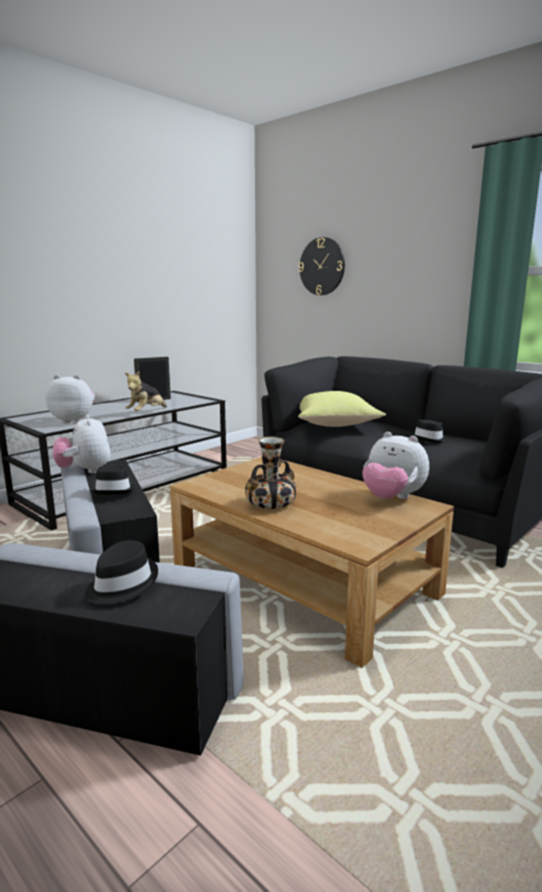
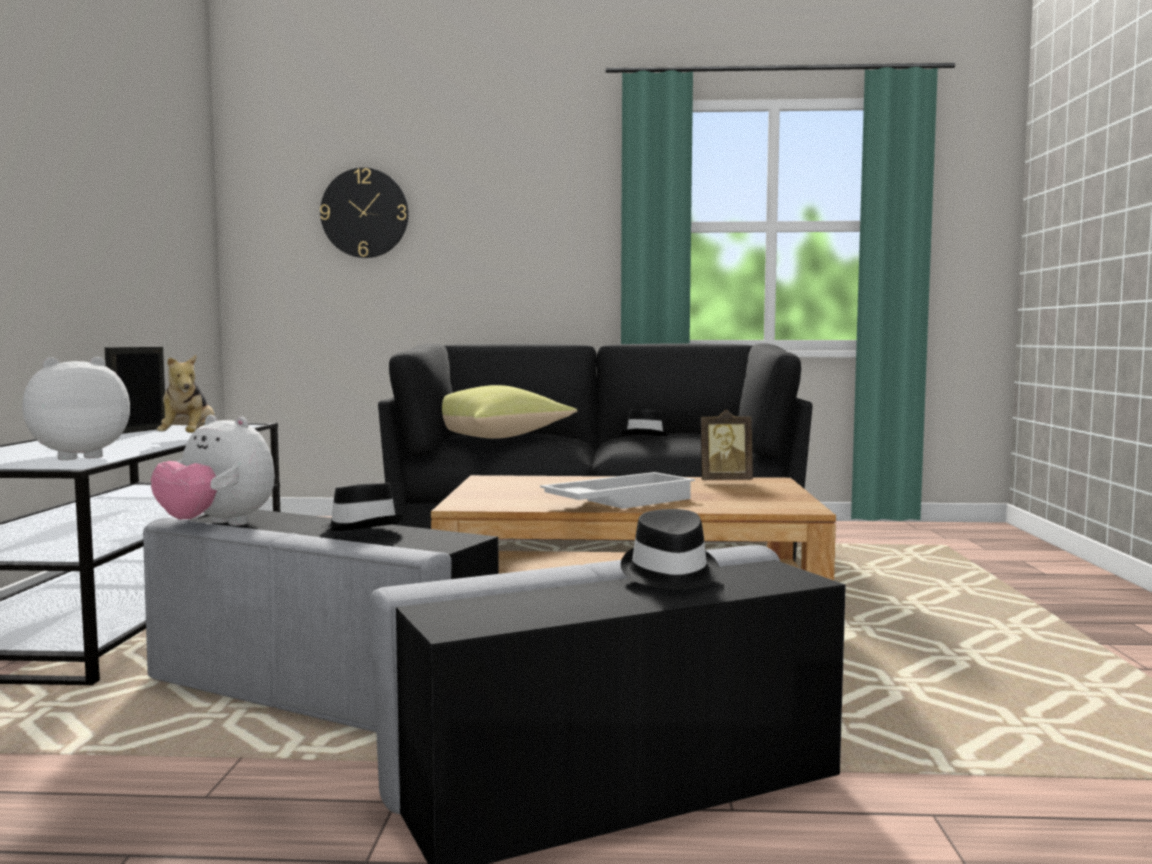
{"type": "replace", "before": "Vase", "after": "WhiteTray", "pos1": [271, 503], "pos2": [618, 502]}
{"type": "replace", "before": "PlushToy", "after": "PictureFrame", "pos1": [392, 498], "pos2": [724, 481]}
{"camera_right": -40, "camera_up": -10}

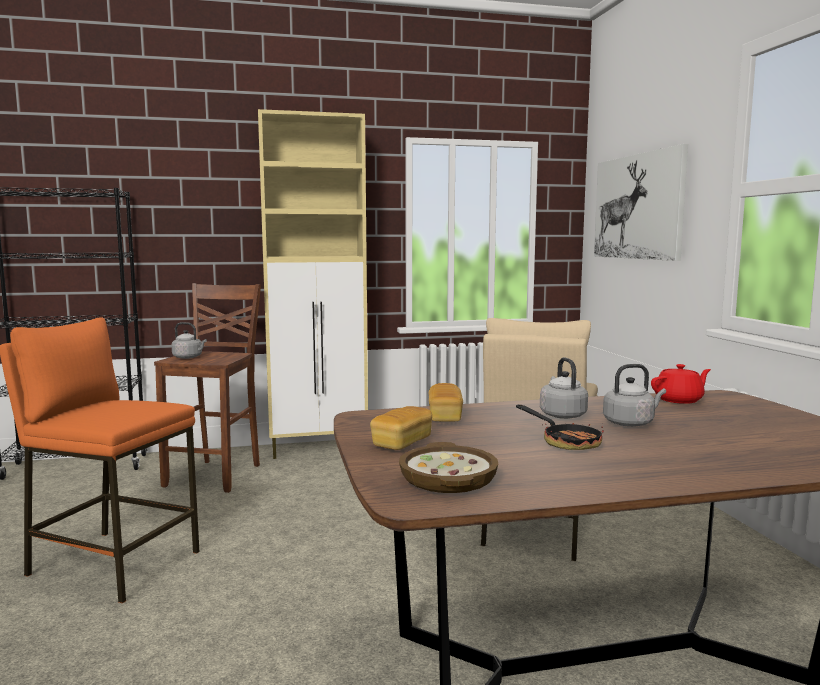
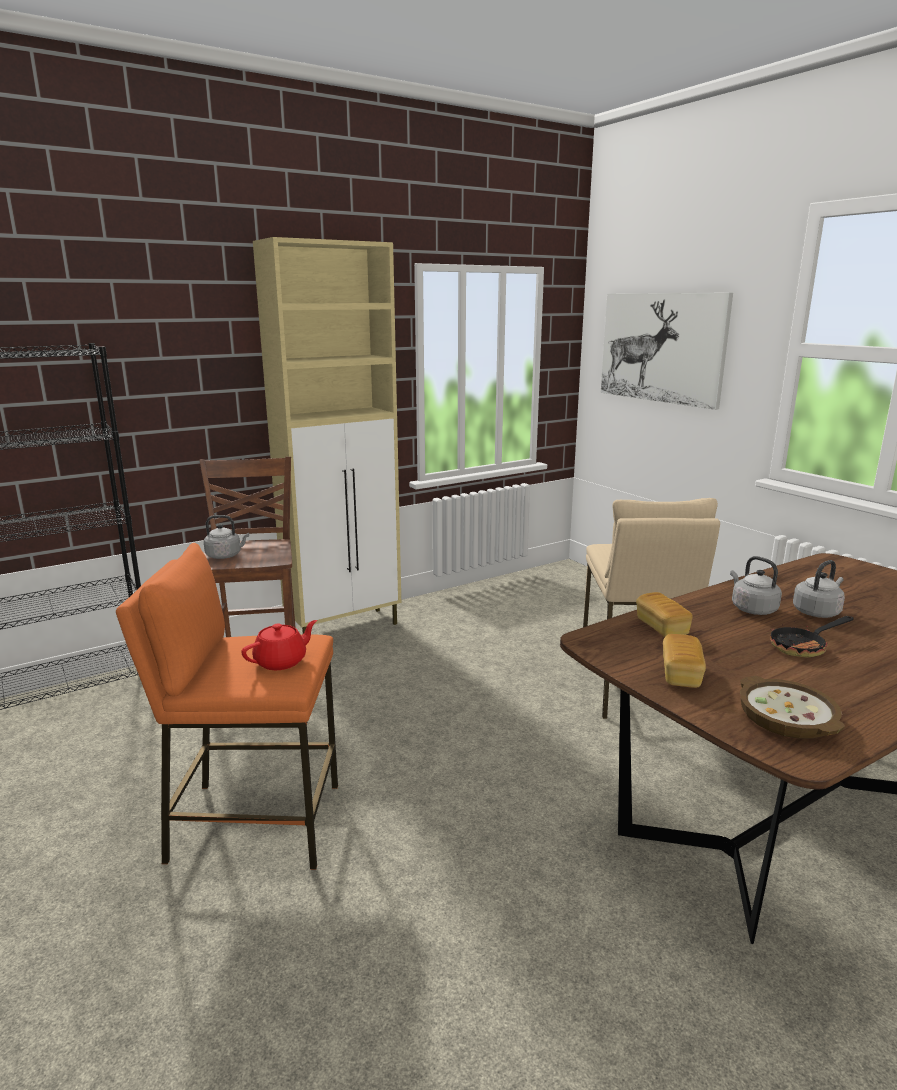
{"type": "move", "before": "RedTeapot", "pos1": [679, 400], "pos2": [281, 661]}
{"type": "rotate", "before": "FryingPan", "pos1": [565, 441], "pos2": [803, 647], "turn": 120}
{"camera_right": -20, "camera_up": 10}

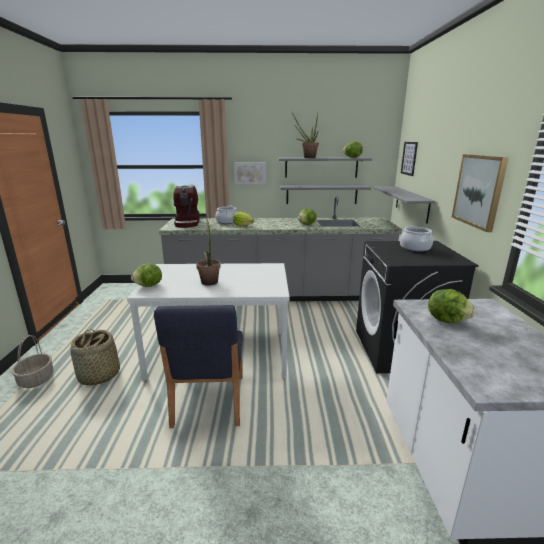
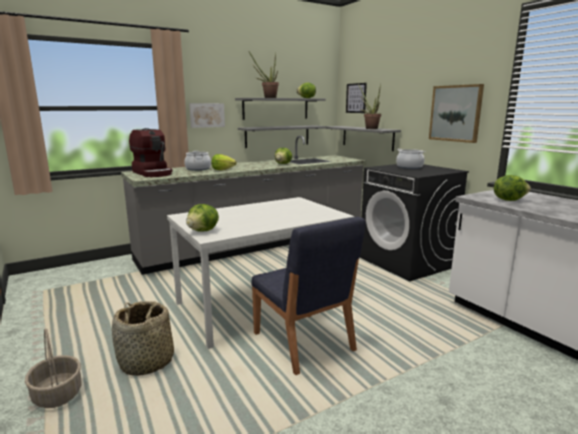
{"type": "move", "before": "PottedPlant", "pos1": [209, 280], "pos2": [369, 128]}
{"camera_right": -30, "camera_up": -5}

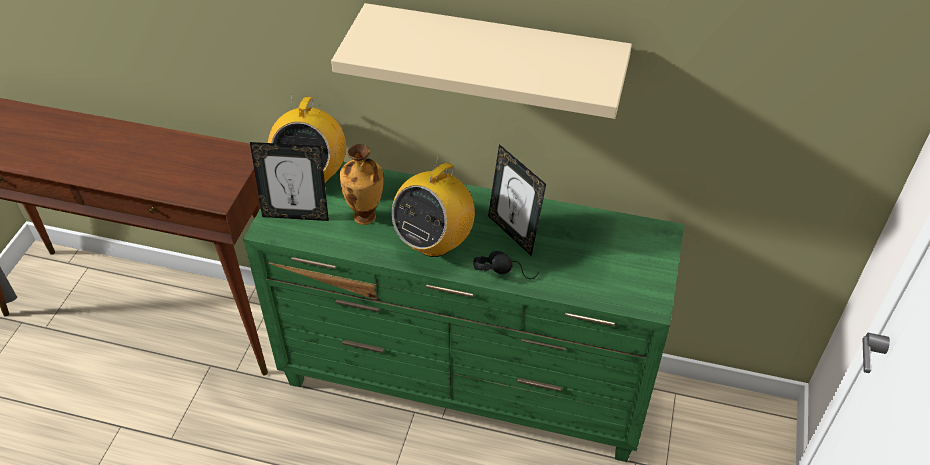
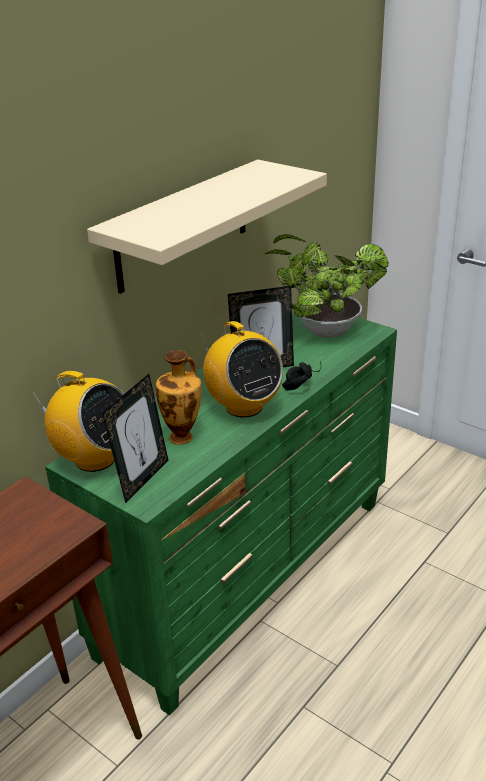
{"type": "insert", "after": "PottedPlant", "pos2": [322, 330]}
{"camera_right": -65, "camera_up": -15}

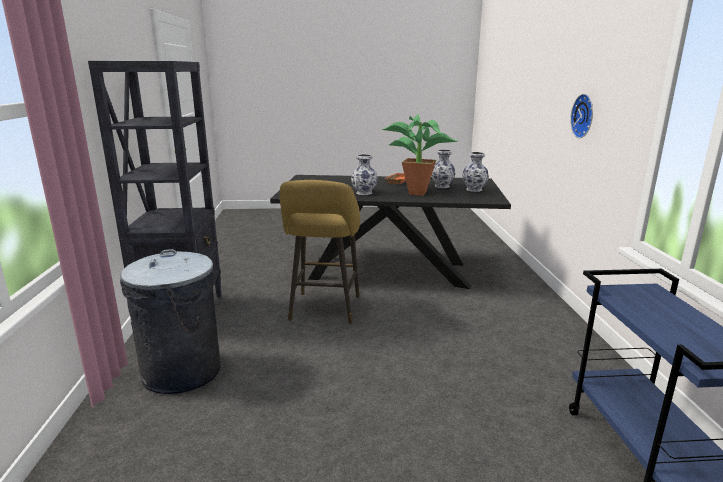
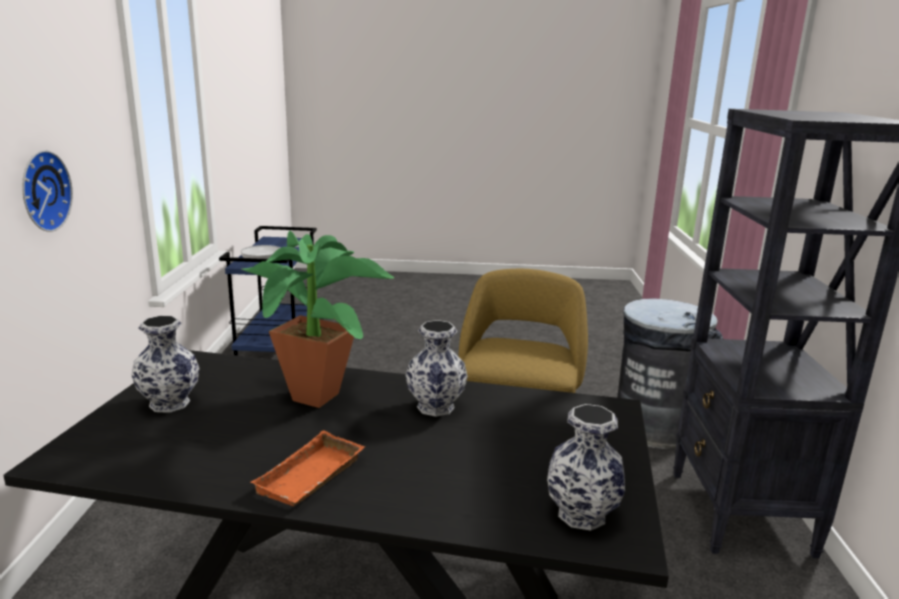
{"type": "insert", "after": "FryingPan", "pos2": [265, 255]}
{"type": "move", "before": "Vase", "pos1": [442, 186], "pos2": [581, 513]}
{"camera_right": -175, "camera_up": 0}

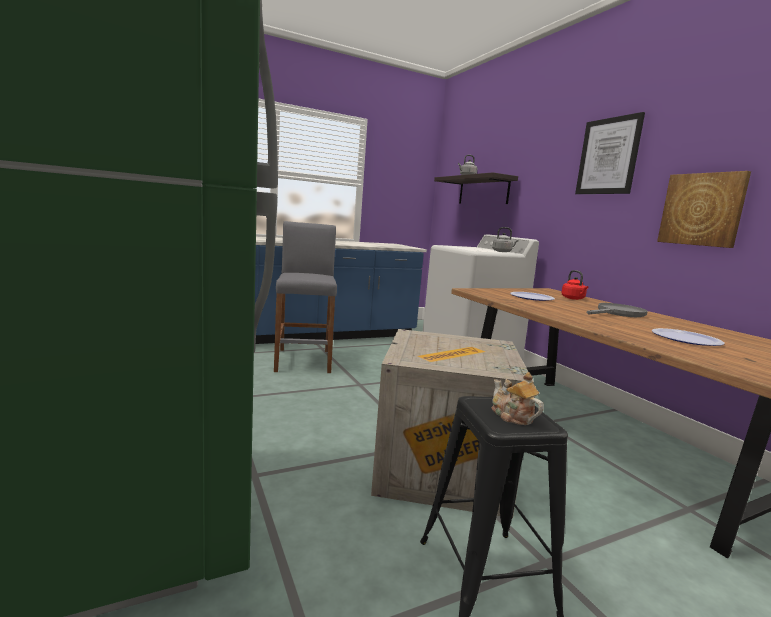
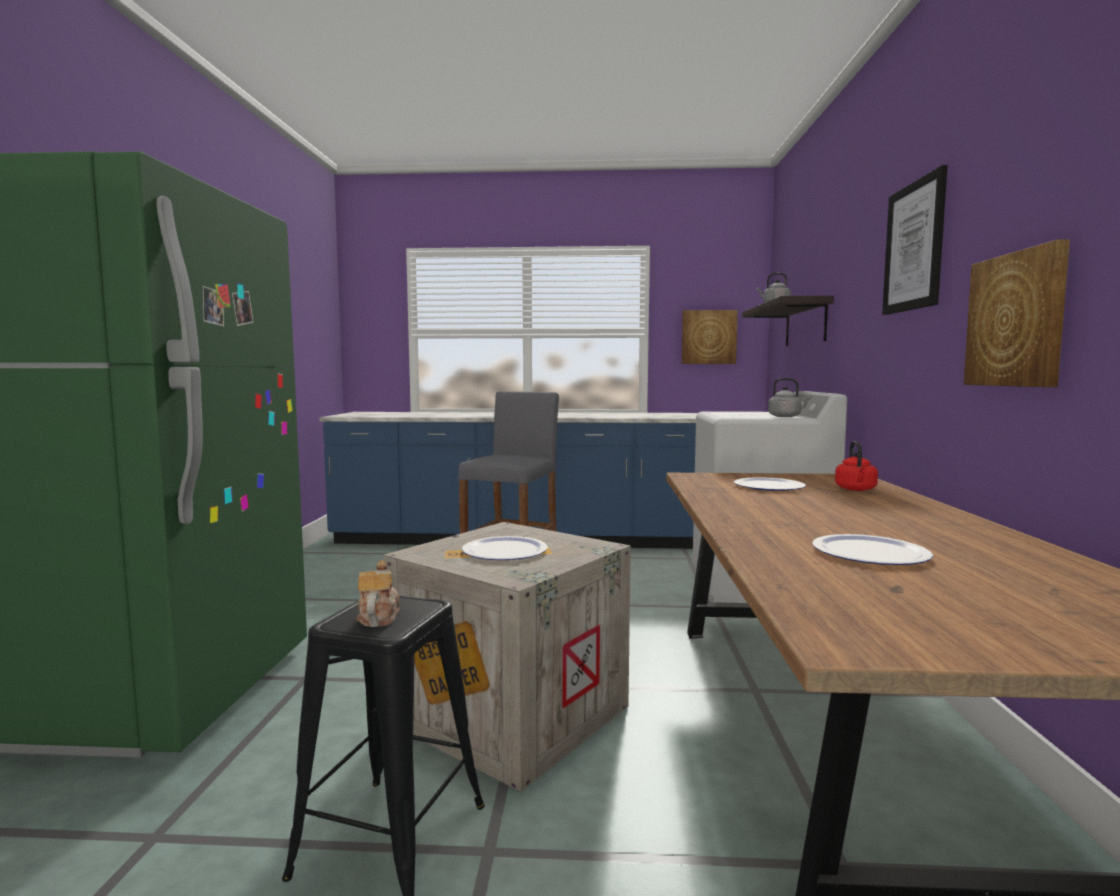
{"type": "insert", "after": "Plate", "pos2": [504, 551]}
{"type": "insert", "after": "Picture", "pos2": [708, 337]}
{"type": "delete", "before": "GreyFryingPan", "pos1": [617, 313]}
{"camera_right": 30, "camera_up": -5}

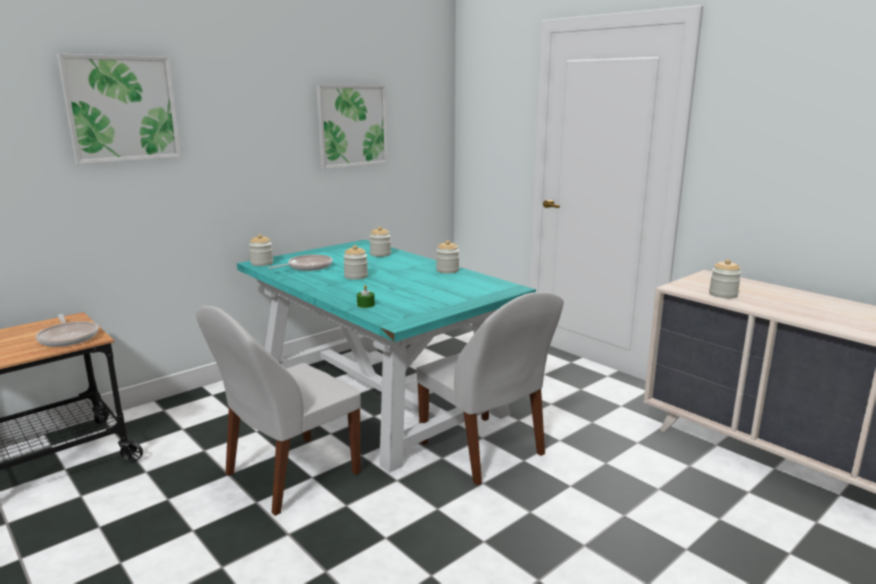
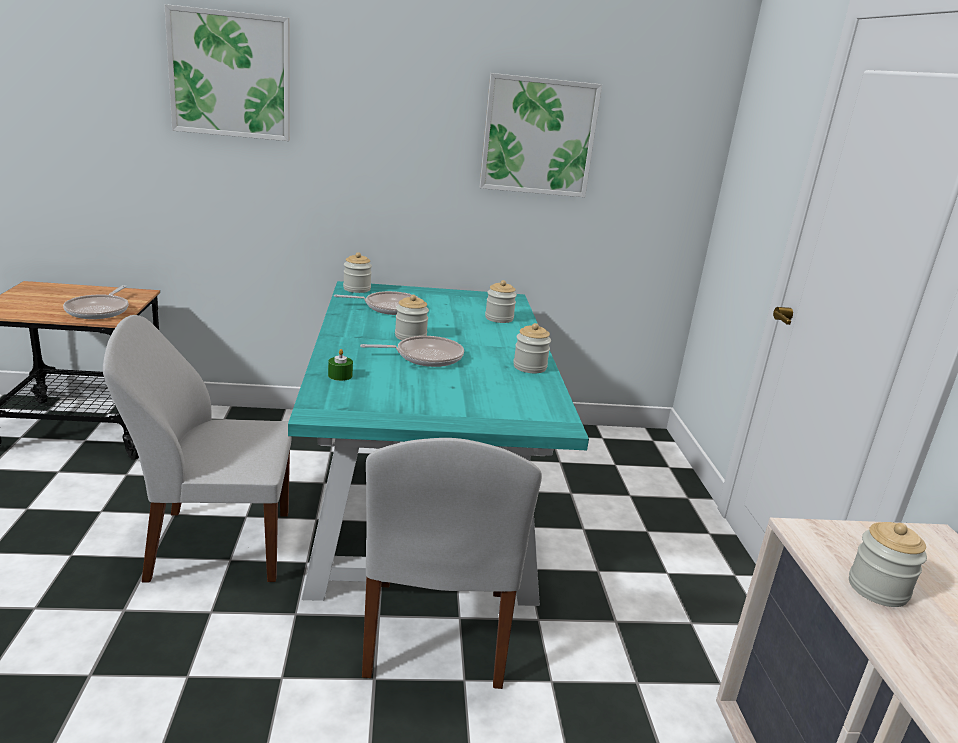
{"type": "insert", "after": "FryingPan", "pos2": [425, 356]}
{"camera_right": 35, "camera_up": 5}

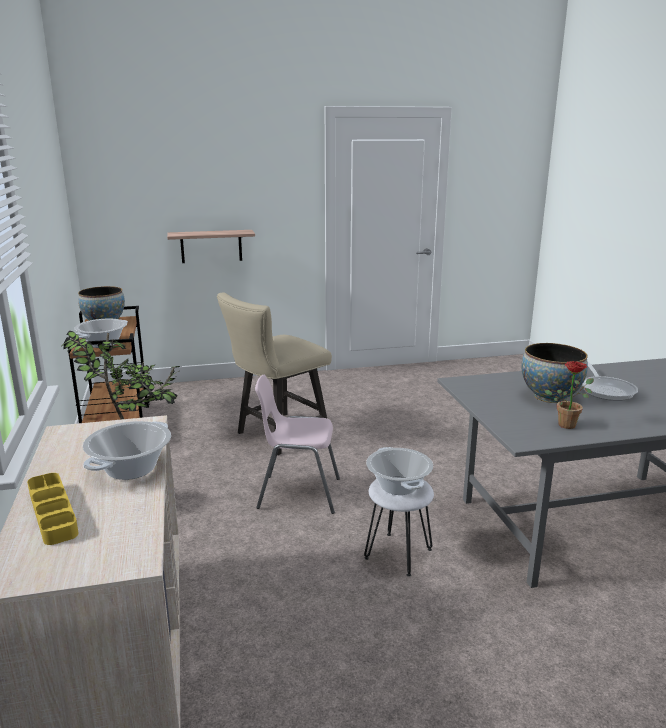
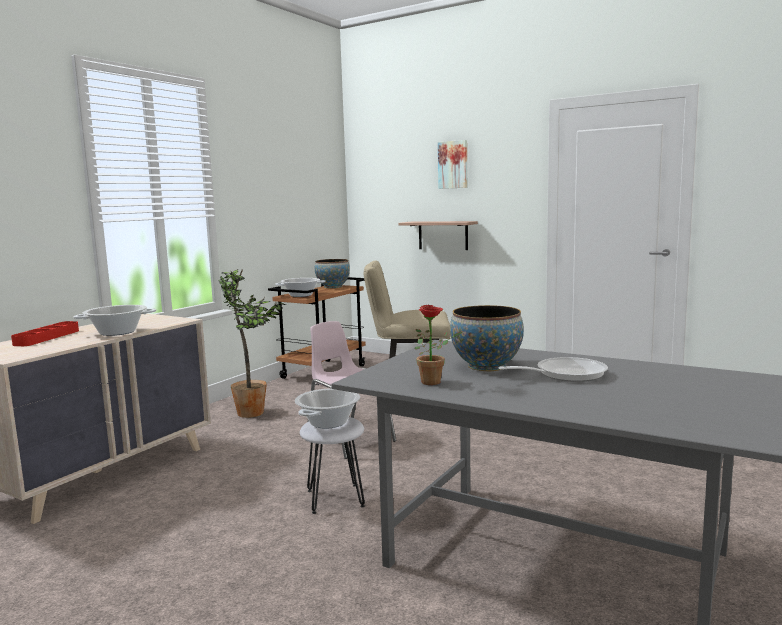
{"type": "recolor", "before": "YellowTray", "after": "RedTray", "pos1": [52, 512], "pos2": [47, 337]}
{"type": "insert", "after": "Picture", "pos2": [453, 164]}
{"type": "rotate", "before": "FryingPan", "pos1": [606, 390], "pos2": [564, 374], "turn": -150}
{"camera_right": 45, "camera_up": -10}

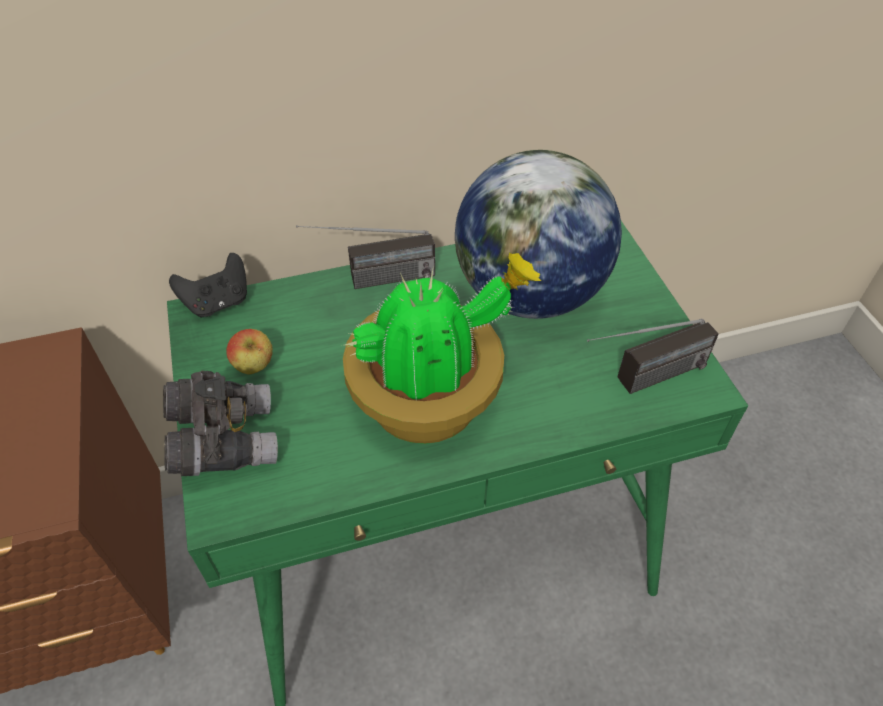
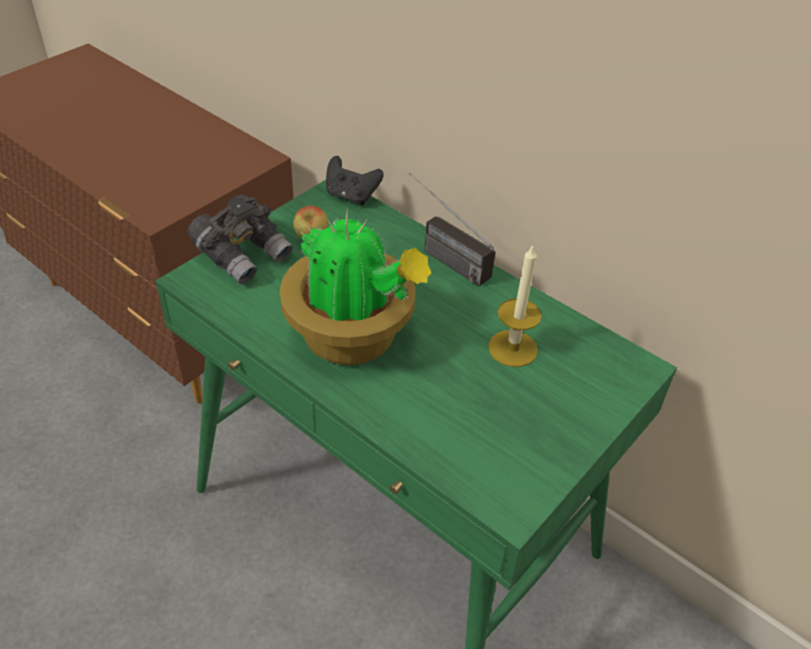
{"type": "replace", "before": "Globe", "after": "Candle", "pos1": [528, 294], "pos2": [512, 348]}
{"type": "delete", "before": "Radio", "pos1": [642, 381]}
{"camera_right": 55, "camera_up": -5}

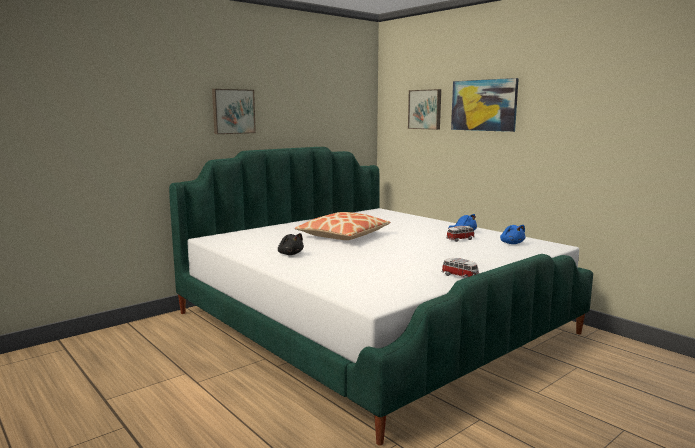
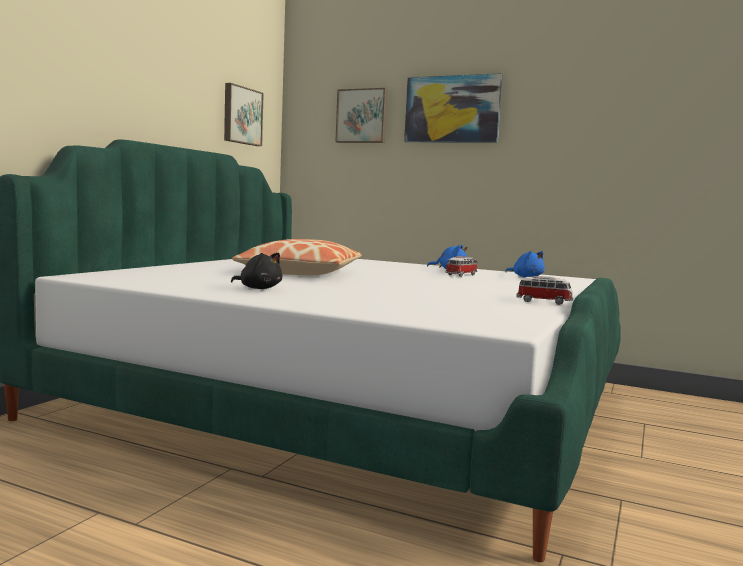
{"type": "move", "before": "Picture", "pos1": [233, 111], "pos2": [241, 116]}
{"camera_right": -25, "camera_up": -5}

